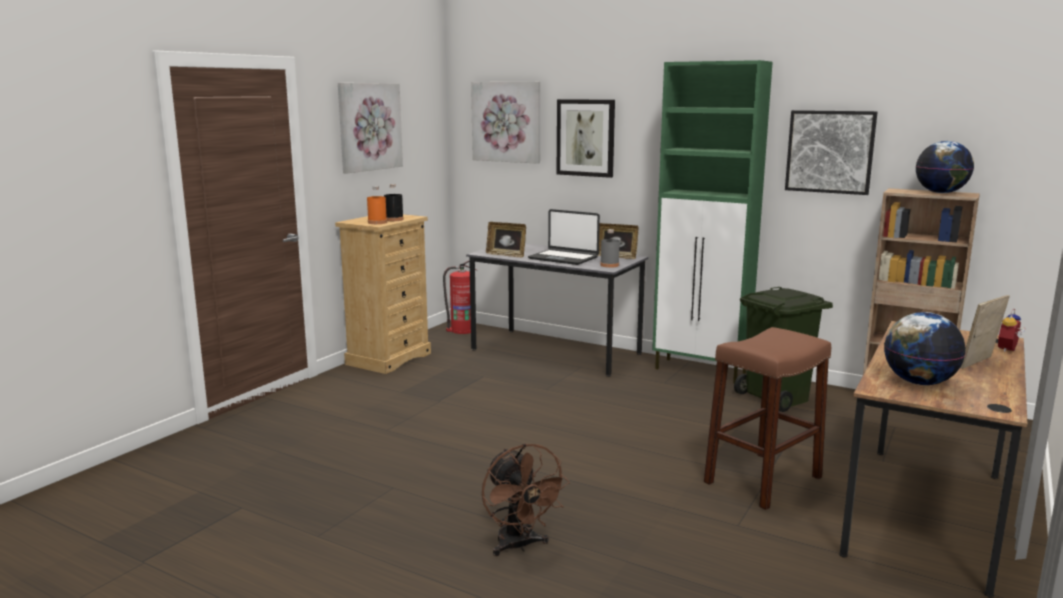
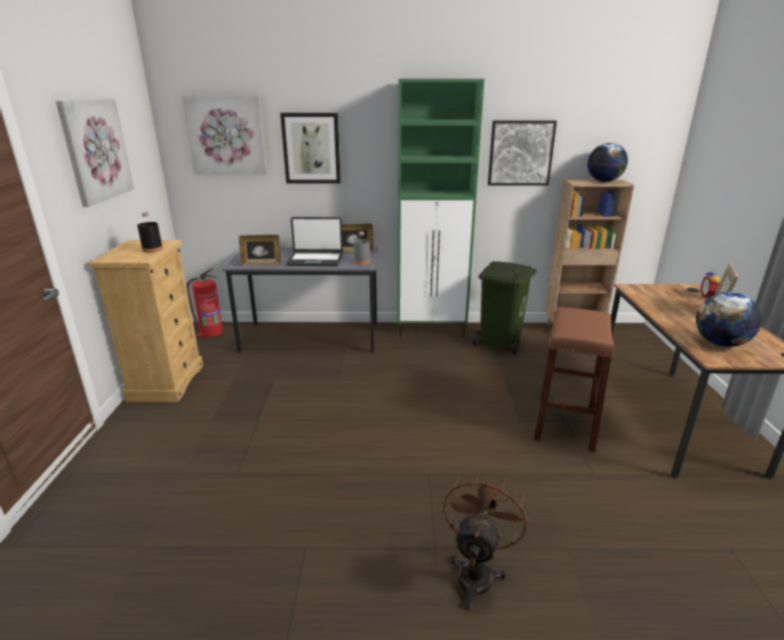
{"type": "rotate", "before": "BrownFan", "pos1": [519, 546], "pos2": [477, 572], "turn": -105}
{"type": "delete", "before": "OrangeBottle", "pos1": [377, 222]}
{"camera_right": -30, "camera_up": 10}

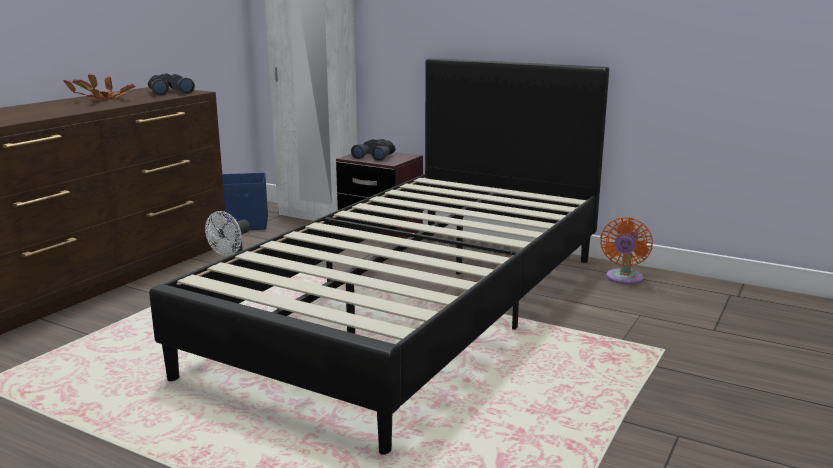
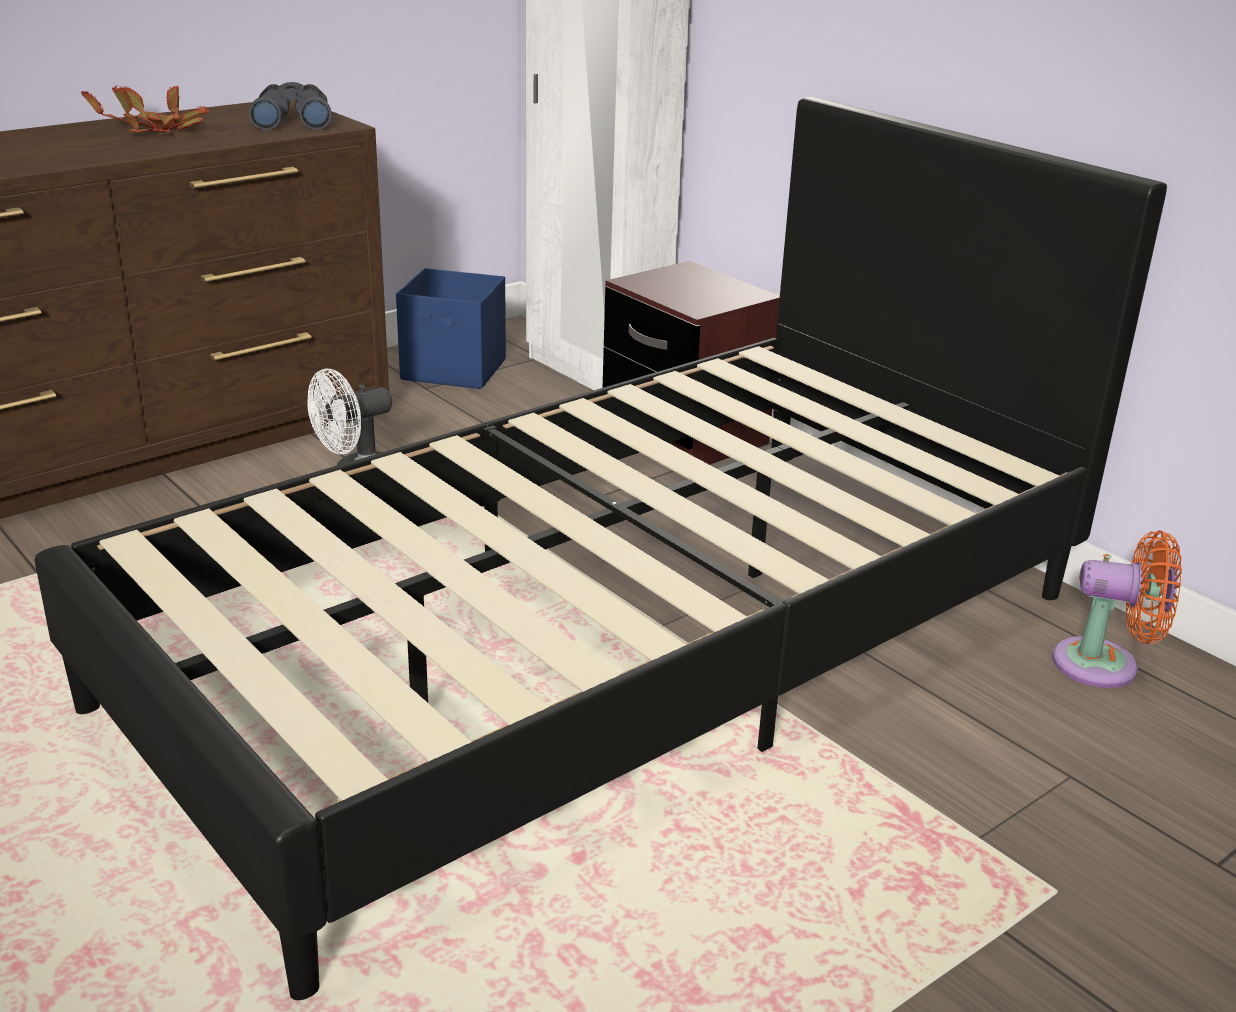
{"type": "rotate", "before": "OrangeFan", "pos1": [623, 279], "pos2": [1105, 665], "turn": -120}
{"type": "delete", "before": "GreyBinoculars", "pos1": [375, 156]}
{"camera_right": 20, "camera_up": 10}

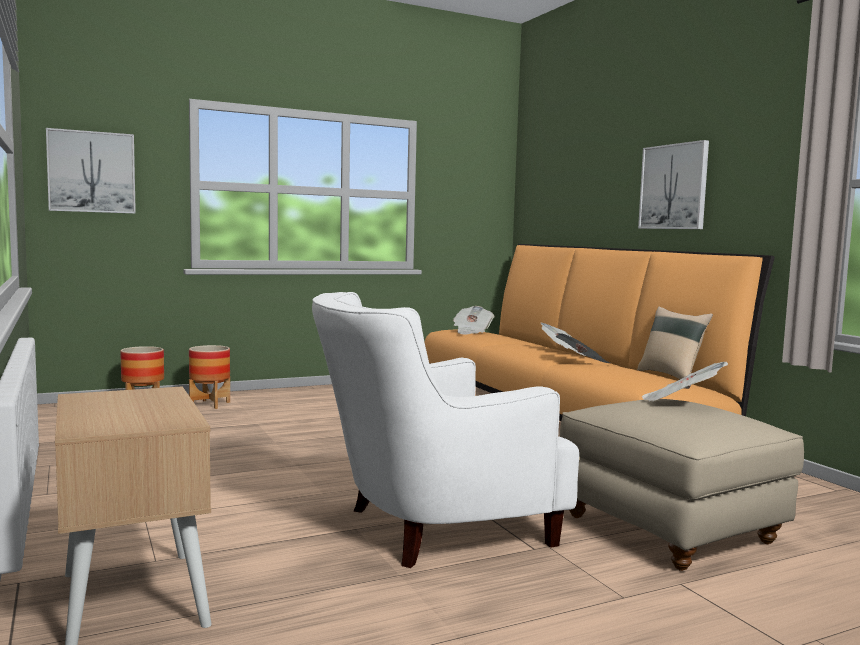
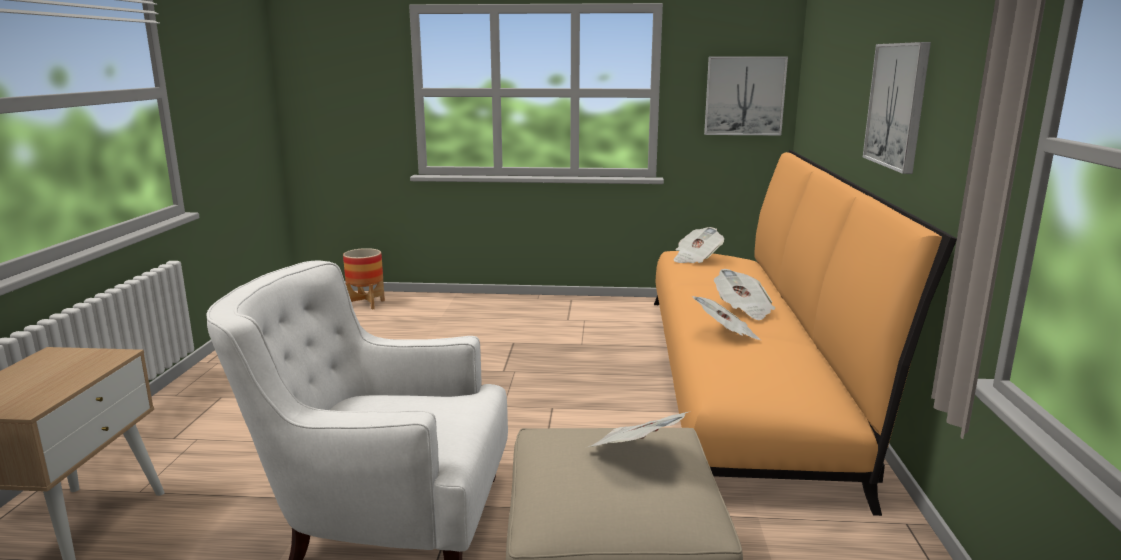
{"type": "move", "before": "Picture", "pos1": [91, 172], "pos2": [744, 96]}
{"type": "delete", "before": "Planter", "pos1": [209, 404]}
{"type": "delete", "before": "BeigePillow", "pos1": [671, 376]}
{"camera_right": 30, "camera_up": 10}

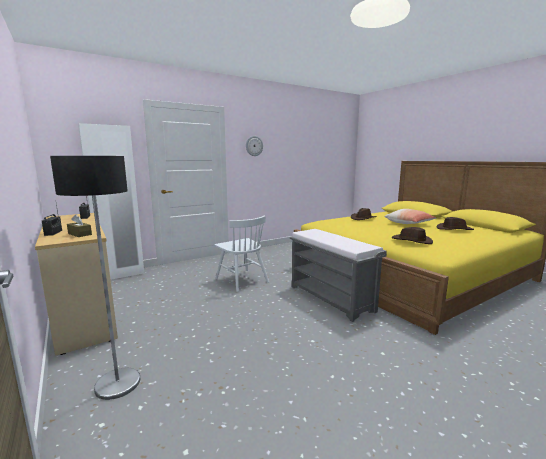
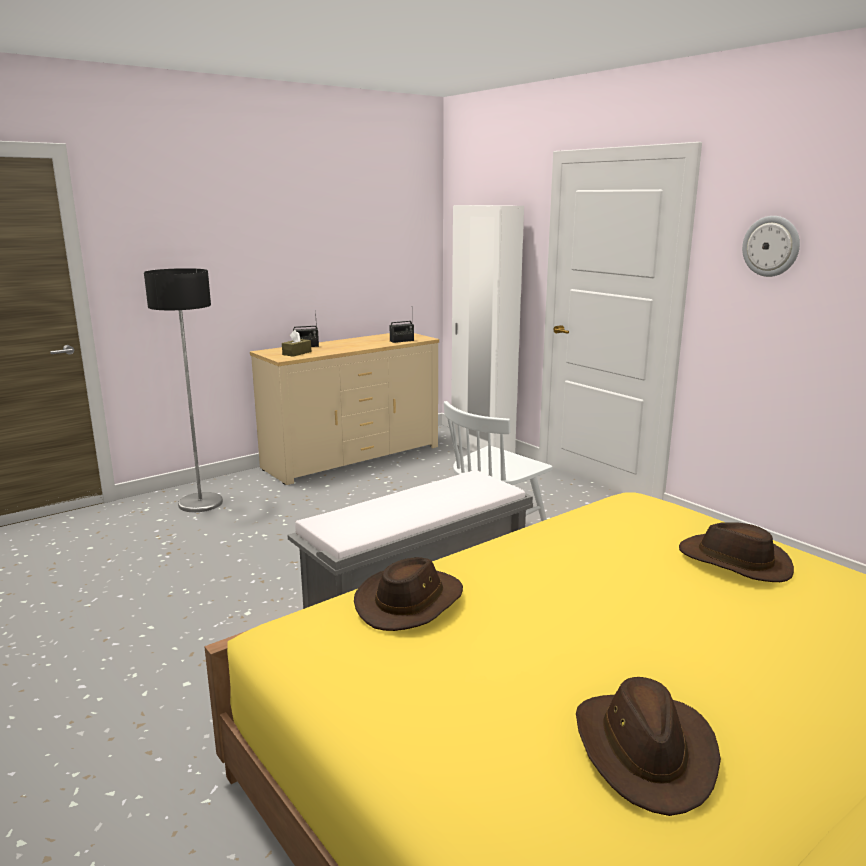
{"type": "delete", "before": "Pillow", "pos1": [409, 224]}
{"camera_right": 85, "camera_up": 5}

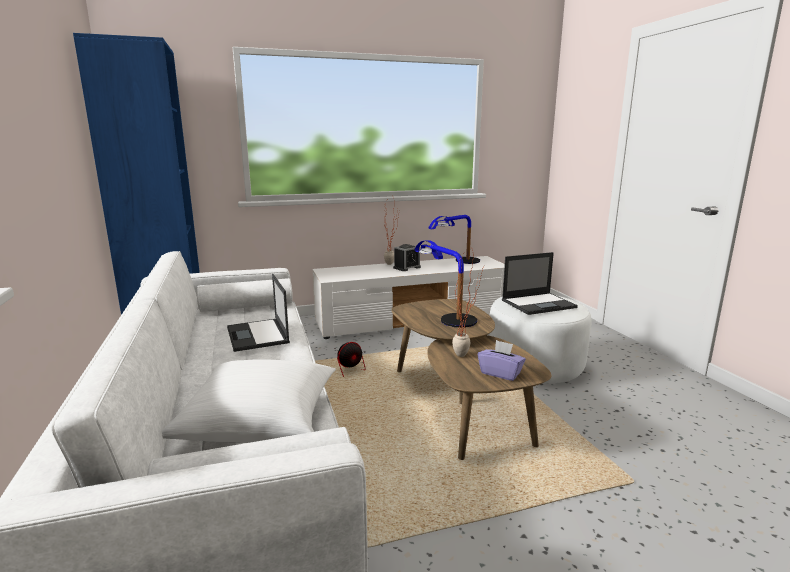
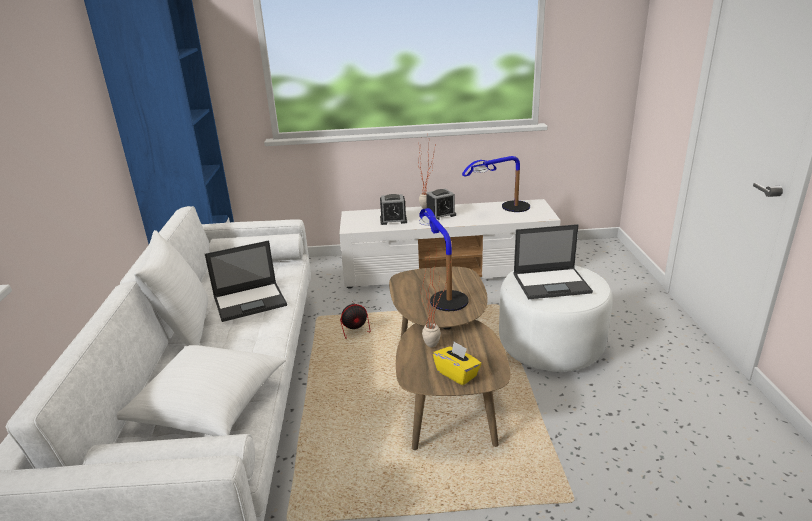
{"type": "insert", "after": "WhitePillow", "pos2": [185, 329]}
{"type": "rotate", "before": "Laptop", "pos1": [258, 335], "pos2": [251, 301], "turn": -105}
{"type": "insert", "after": "AlarmClock", "pos2": [393, 220]}
{"type": "recolor", "before": "PurpleTissueBox", "after": "YellowTissueBox", "pos1": [500, 373], "pos2": [457, 374]}
{"camera_right": 15, "camera_up": 10}

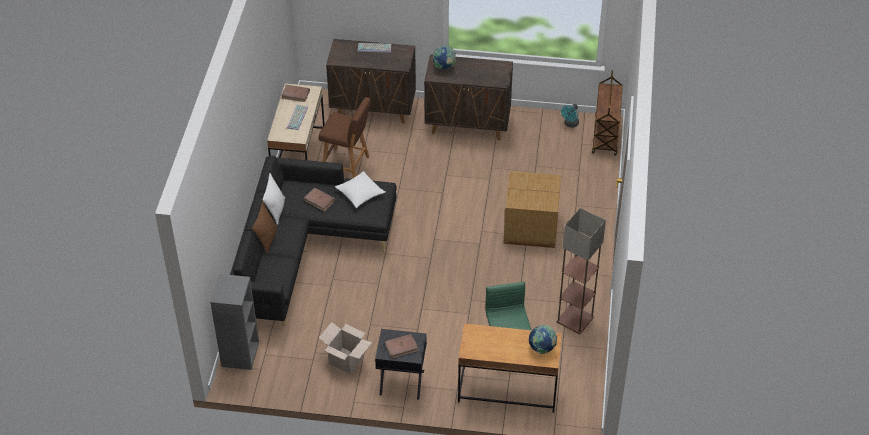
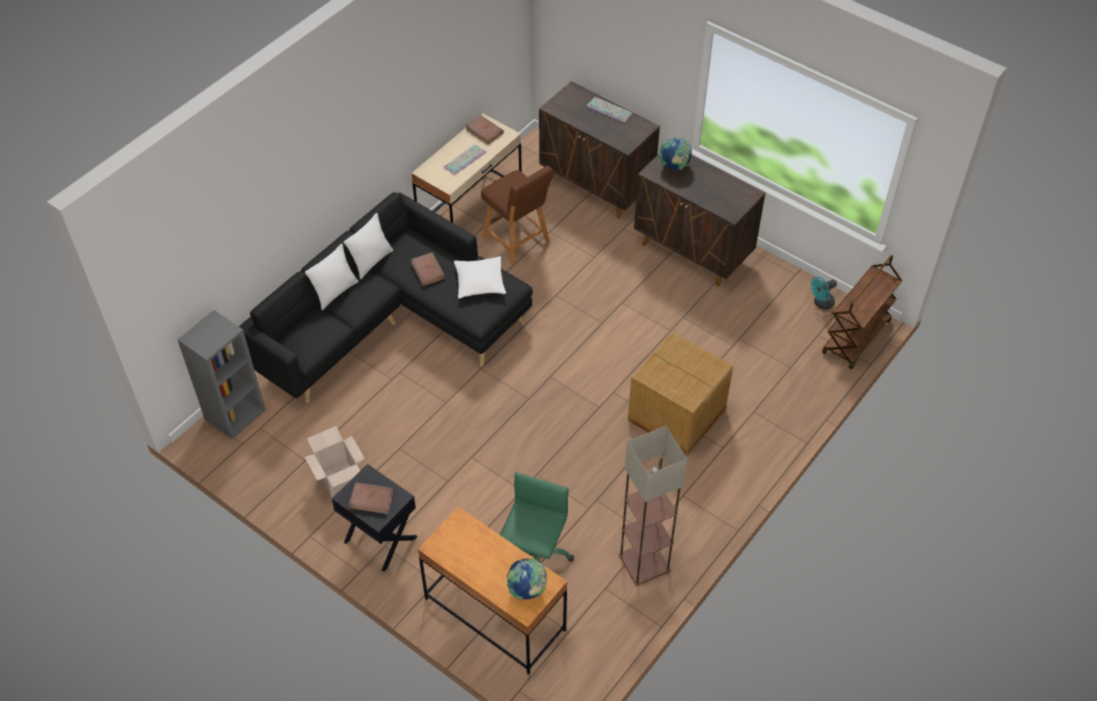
{"type": "recolor", "before": "BrownPillow", "after": "WhitePillow", "pos1": [267, 240], "pos2": [335, 292]}
{"camera_right": 30, "camera_up": 5}

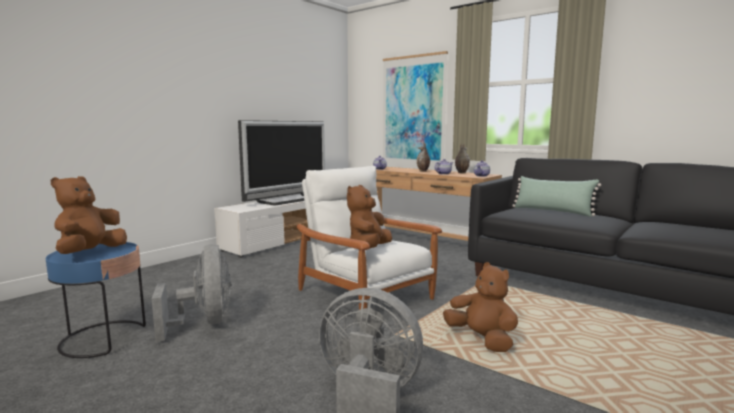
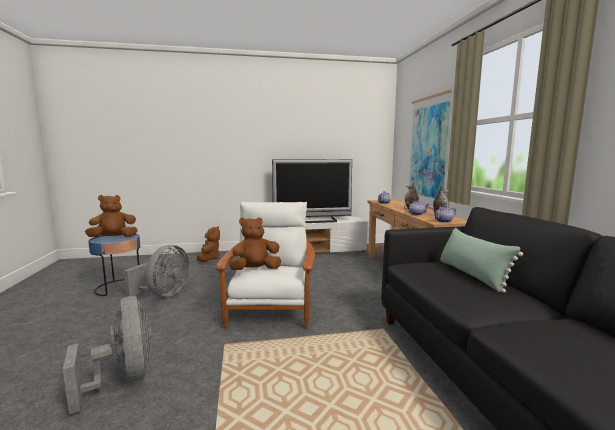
{"type": "move", "before": "BrownPlushToy", "pos1": [481, 339], "pos2": [209, 259]}
{"camera_right": 40, "camera_up": 0}

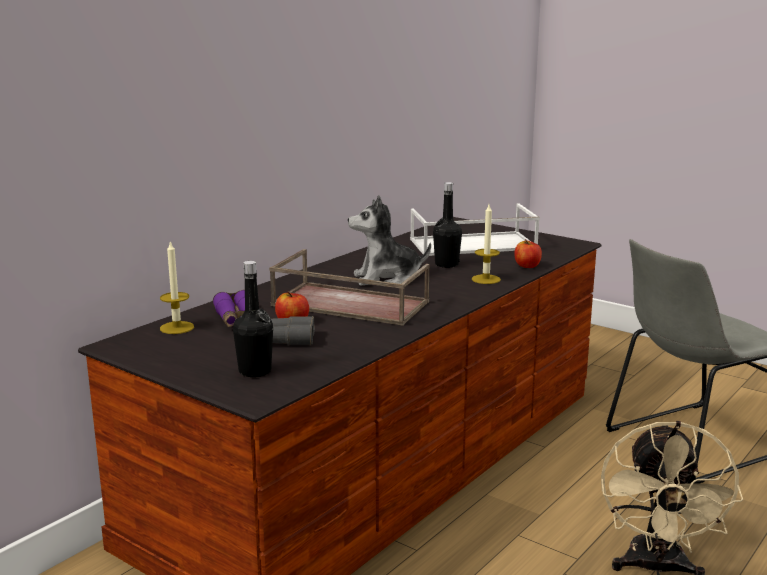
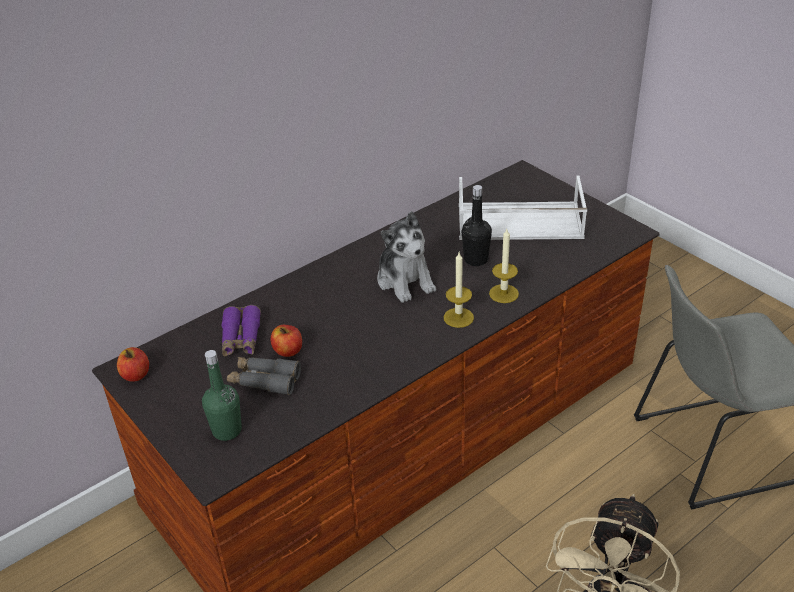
{"type": "move", "before": "Apple", "pos1": [527, 266], "pos2": [136, 375]}
{"type": "recolor", "before": "BlackBottle", "after": "GreenBottle", "pos1": [255, 371], "pos2": [227, 430]}
{"type": "rotate", "before": "PlushToy", "pos1": [386, 278], "pos2": [405, 281], "turn": -120}
{"type": "move", "before": "Candle", "pos1": [177, 327], "pos2": [458, 317]}
{"type": "delete", "before": "BrownTray", "pos1": [348, 304]}
{"camera_right": 15, "camera_up": 20}

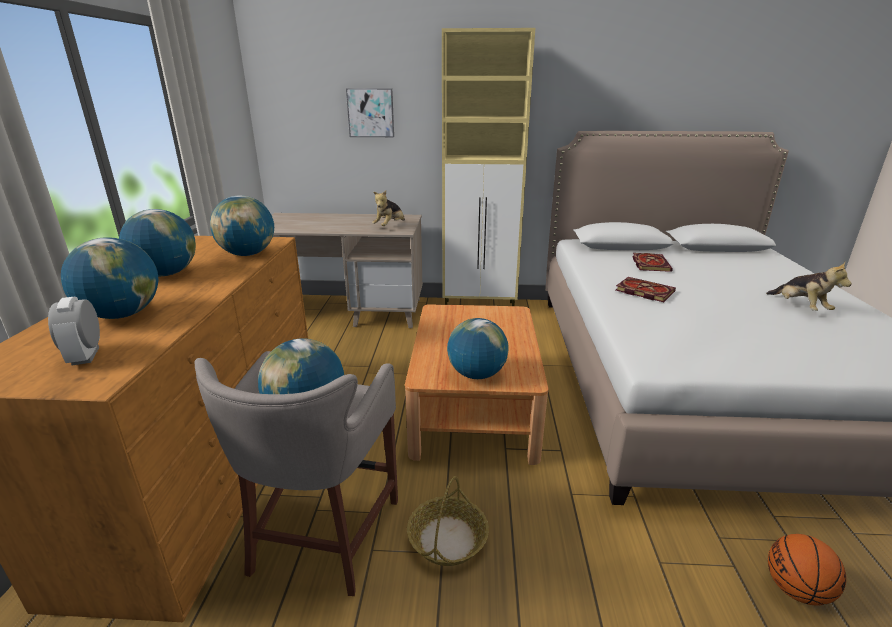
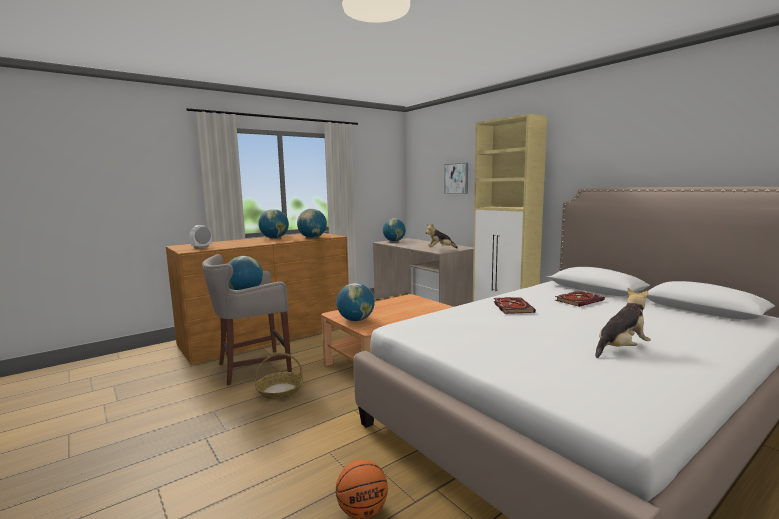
{"type": "move", "before": "Globe", "pos1": [122, 315], "pos2": [394, 241]}
{"type": "rotate", "before": "PlushToy", "pos1": [800, 307], "pos2": [621, 349], "turn": -150}
{"camera_right": 50, "camera_up": -15}

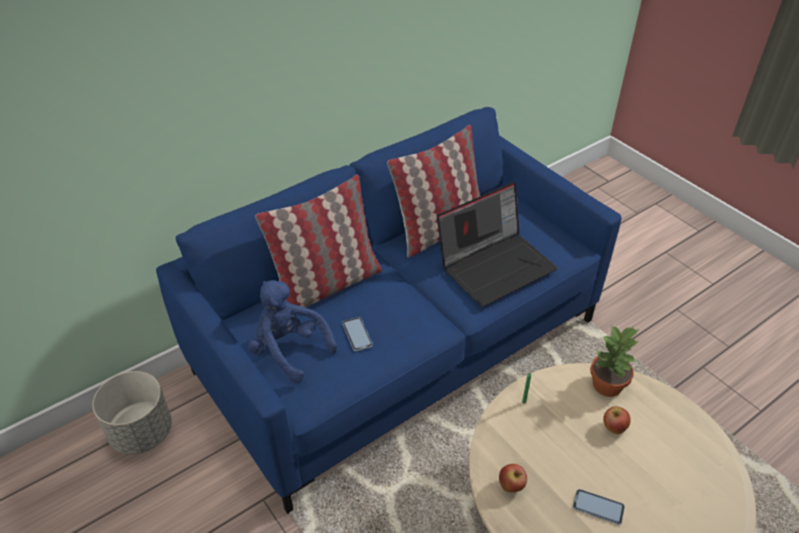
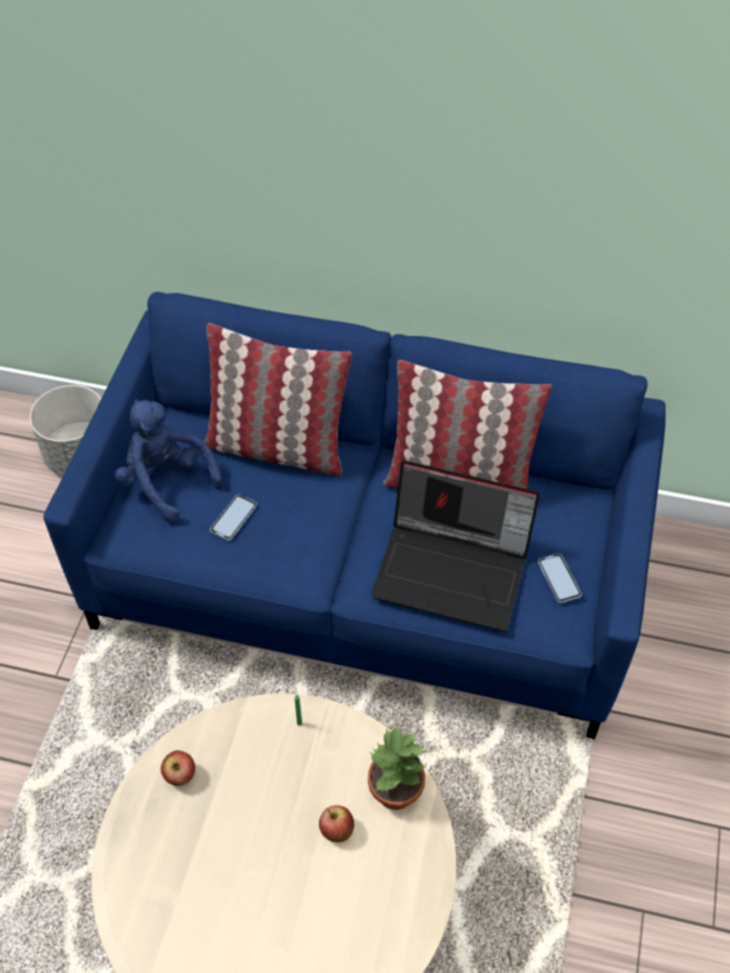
{"type": "rotate", "before": "BluePlushToy", "pos1": [289, 350], "pos2": [166, 481], "turn": -45}
{"type": "move", "before": "Phone", "pos1": [598, 507], "pos2": [559, 579]}
{"camera_right": 50, "camera_up": 10}

